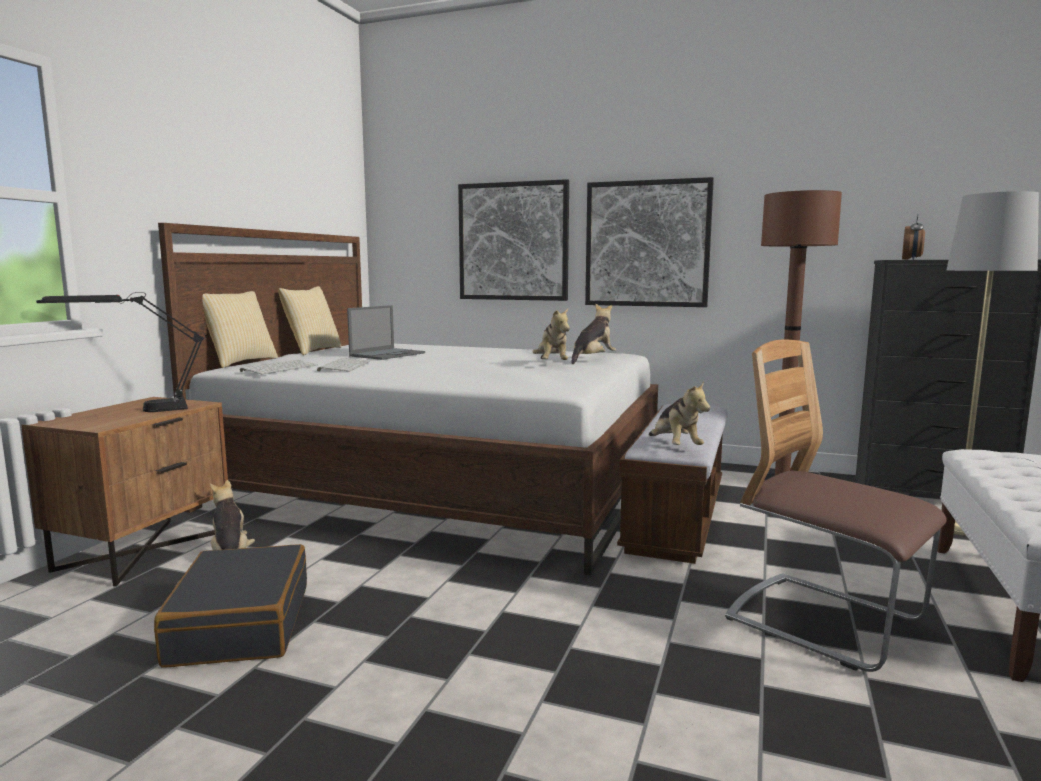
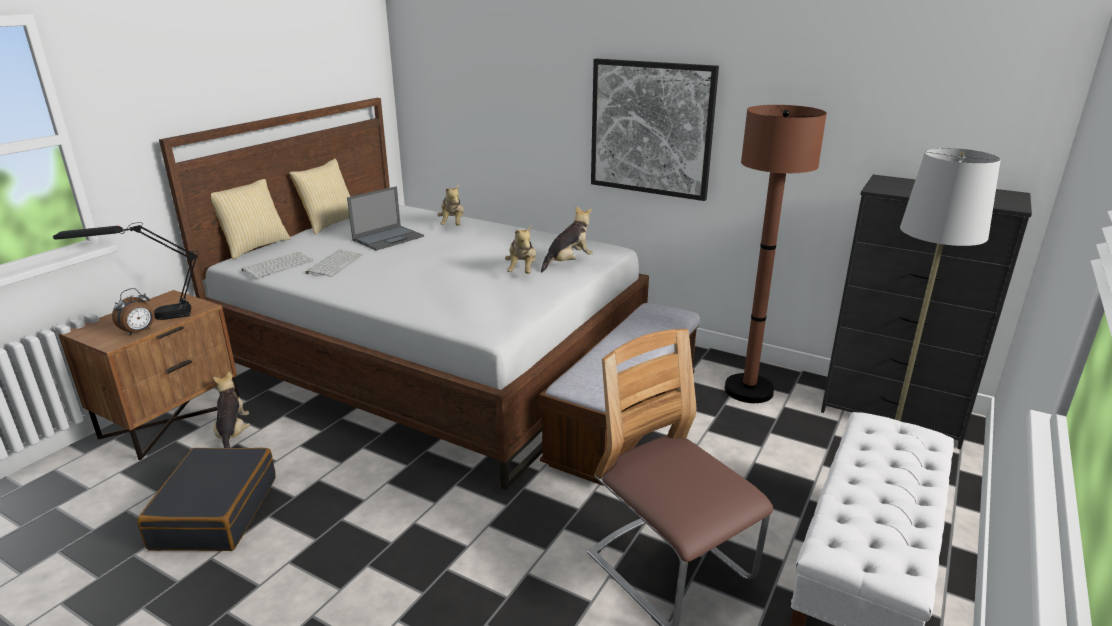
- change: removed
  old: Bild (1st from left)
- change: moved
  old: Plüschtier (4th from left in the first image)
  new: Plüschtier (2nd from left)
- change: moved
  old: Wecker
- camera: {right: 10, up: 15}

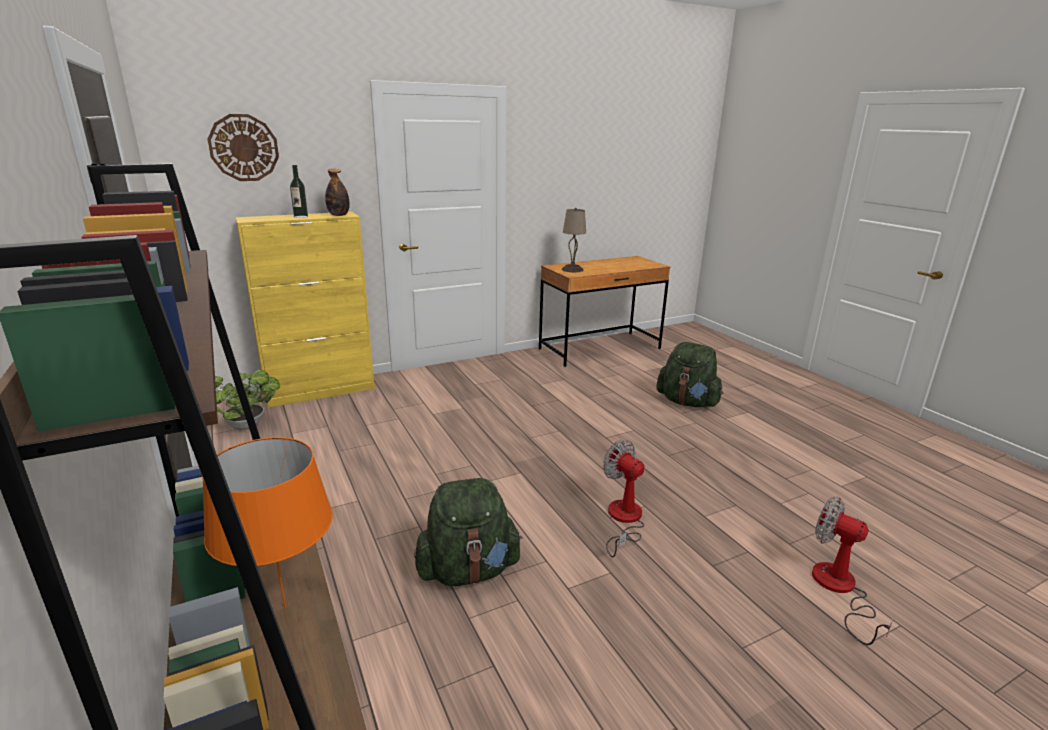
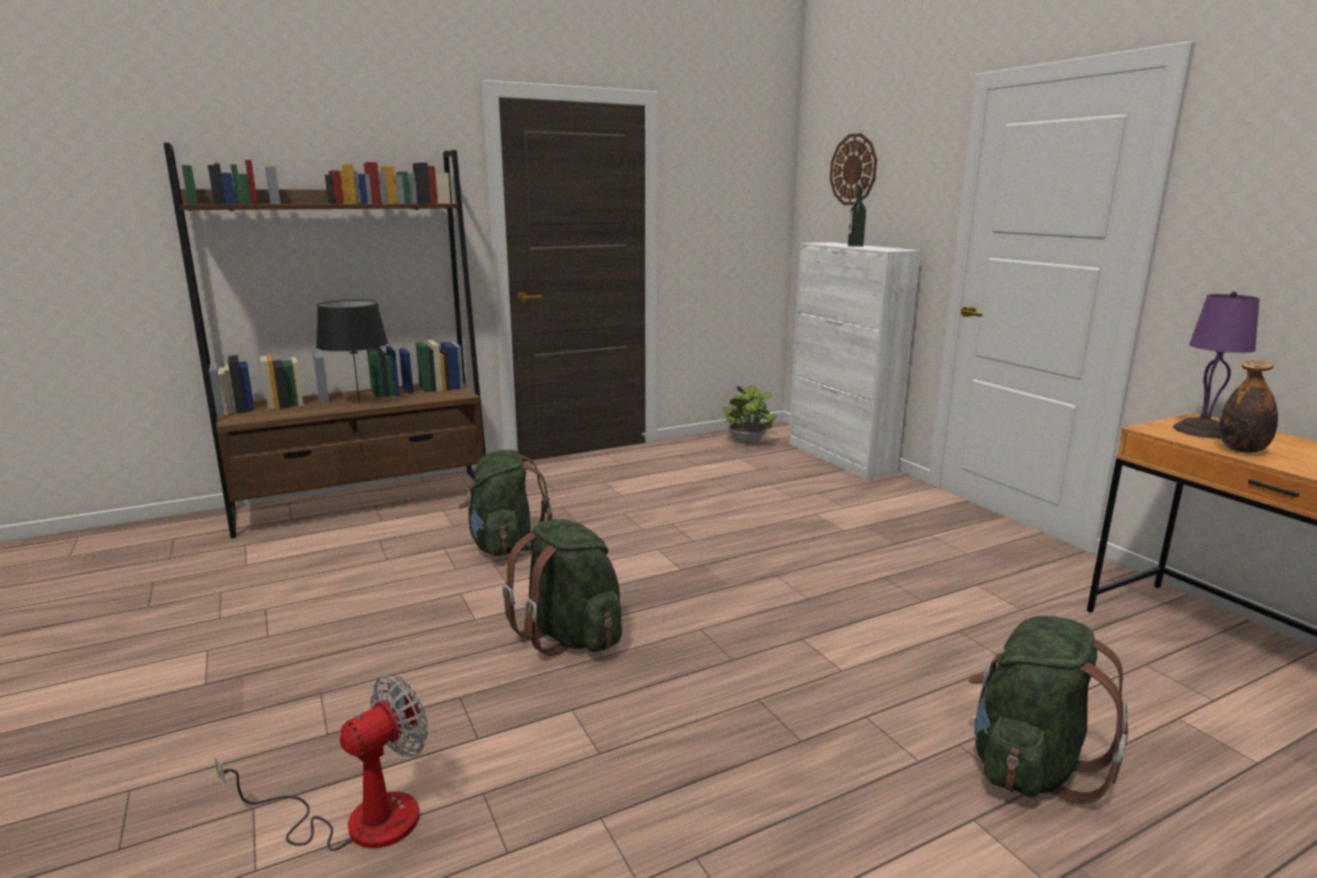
- change: recoloured
  old: Tischlampe [orange]
  new: Tischlampe [schwarz]
- change: recoloured
  old: Schrank [gelb]
  new: Schrank [weiß]
- change: moved
  old: Flasche (2nd from left)
- change: recoloured
  old: Tischlampe [beige]
  new: Tischlampe [lila]
- change: replaced
  old: Ventilator (1st from left)
  new: Rucksack [grün] (2nd from left)
- camera: {right: 90, up: -5}

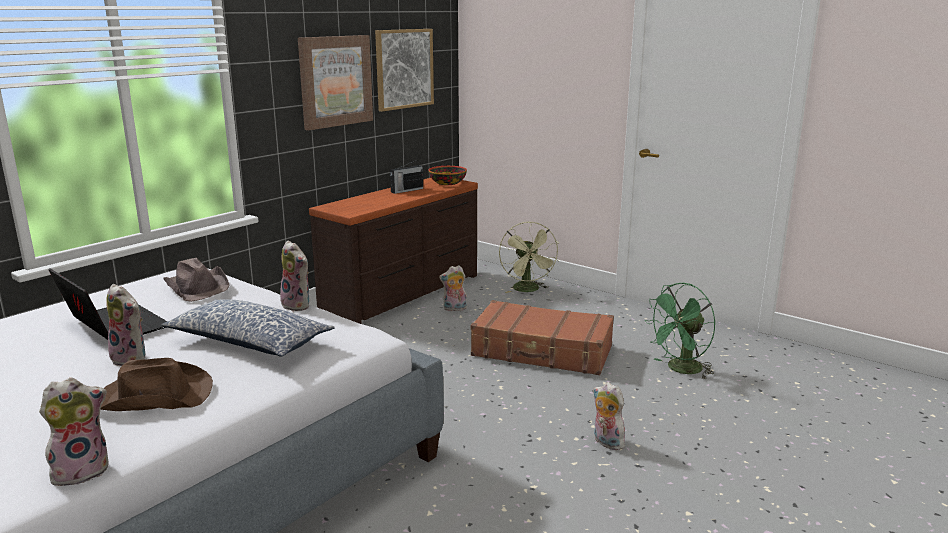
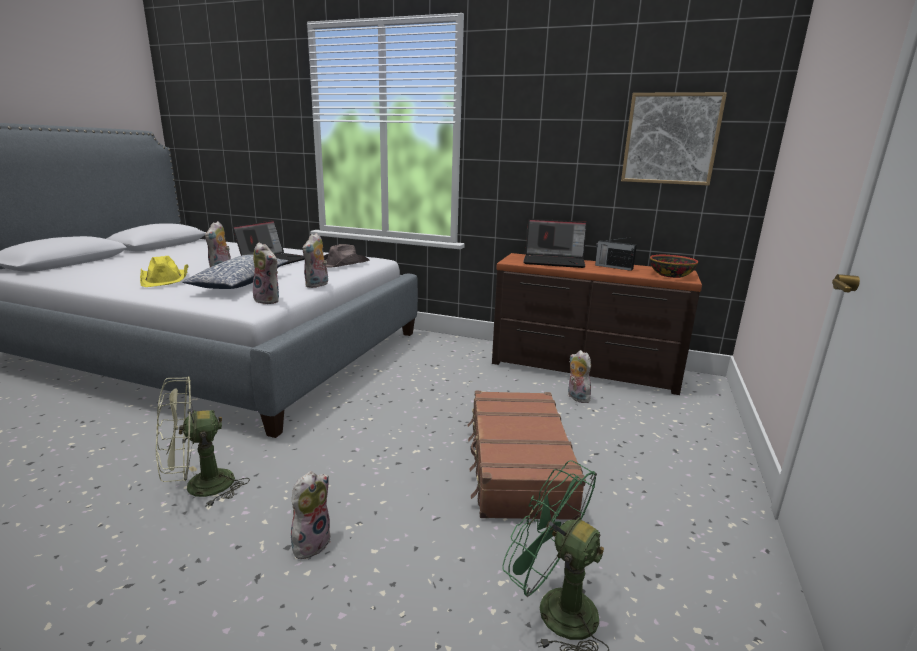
- change: moved
  old: Plüschtier (1st from left in the first image)
  new: Plüschtier (2nd from left)
- change: recoloured
  old: Hut [braun] (1st from left)
  new: Hut [gelb]
- change: removed
  old: Bild (1st from left)
- change: moved
  old: Ventilator [grün] (1st from left)
- change: added
  new: Laptop (2nd from left)
- camera: {right: 70, up: 0}

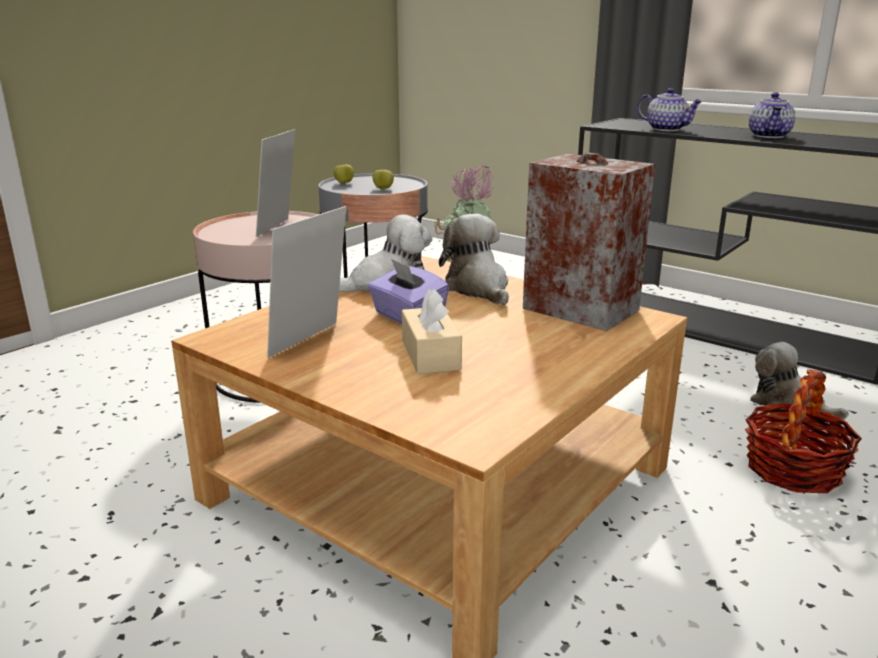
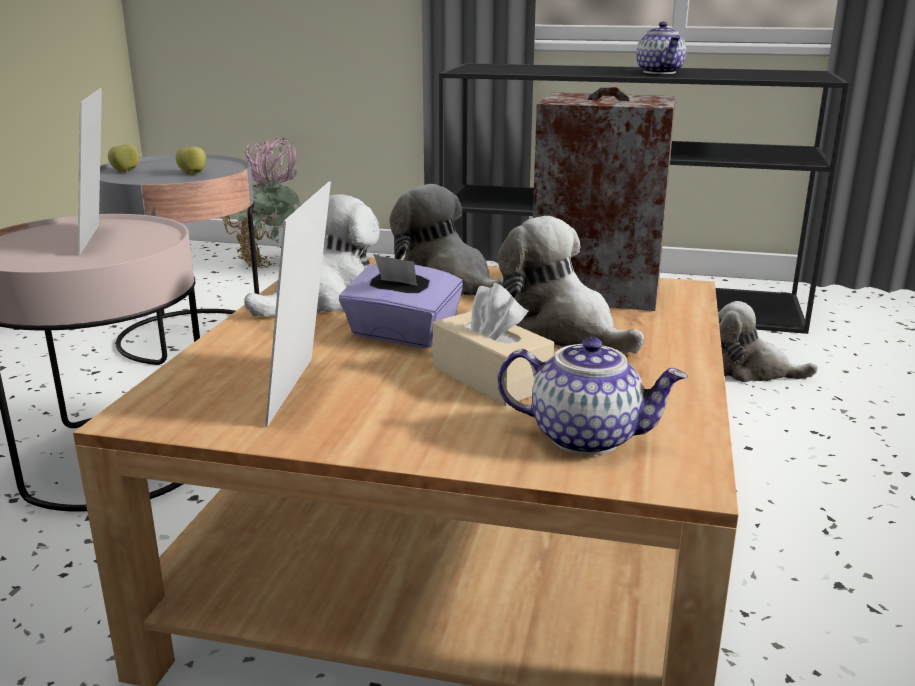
- change: moved
  old: Teekanne (1st from left)
- change: removed
  old: Korb
- change: added
  new: Plüschtier (3rd from left)
- camera: {right: -25, up: 0}

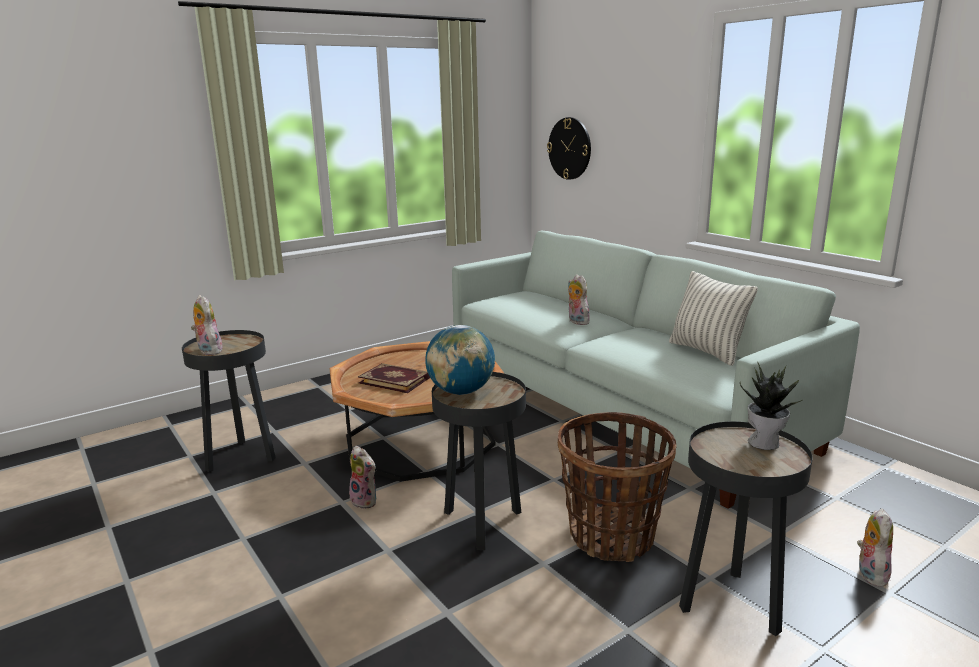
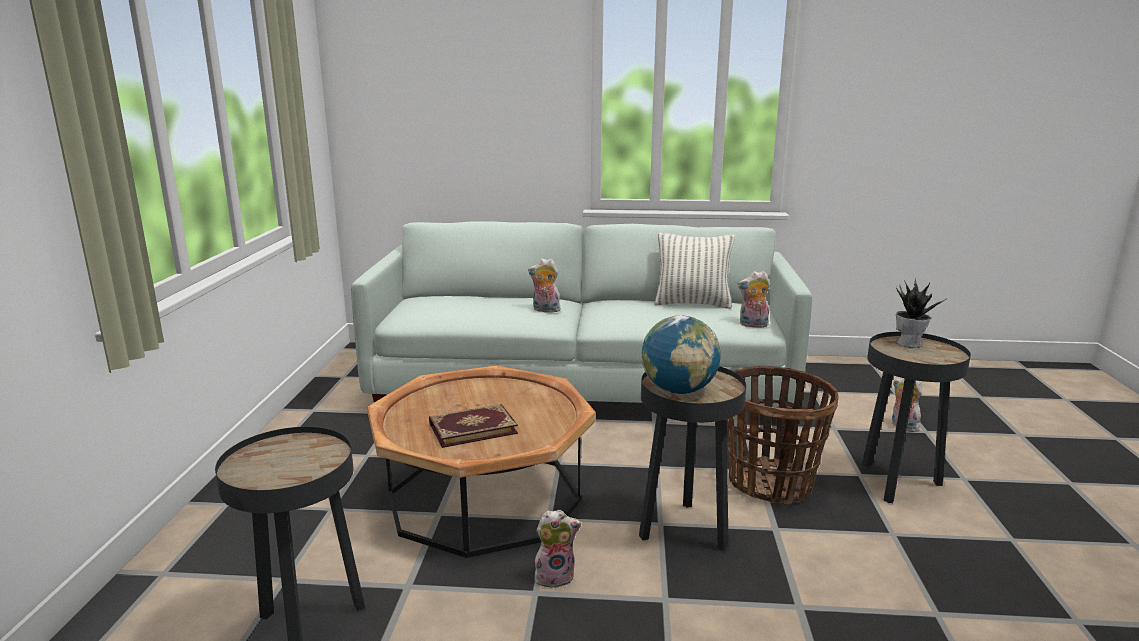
- change: moved
  old: Plüschtier (1st from left in the first image)
  new: Plüschtier (3rd from left)
- change: removed
  old: Wanduhr
- camera: {right: -50, up: 0}

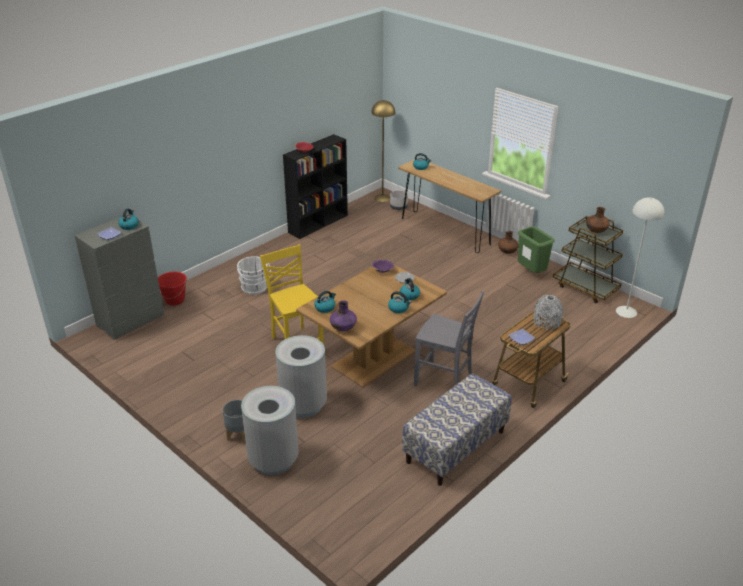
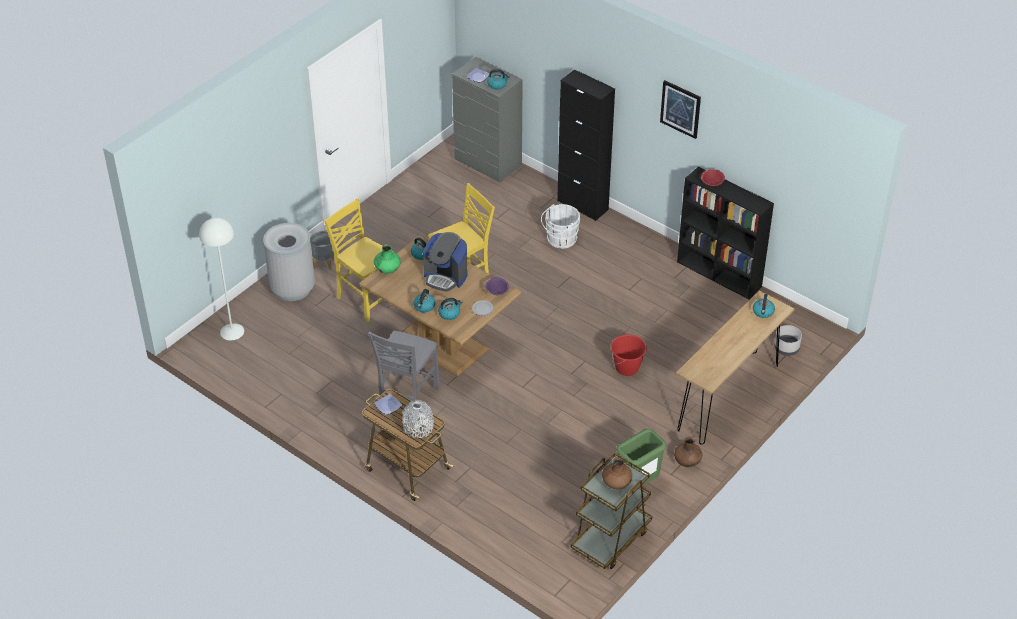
- change: moved
  old: Eimer [rot]
- change: replaced
  old: Mülleimer [grau] (2nd from left)
  new: Stuhl [gelb] (1st from left)
- change: recoloured
  old: Vase [lila]
  new: Vase [grün]
- change: removed
  old: Stehlampe [gelb]
- change: removed
  old: Bank
- change: moved
  old: Stehlampe [weiß]
- change: added
  new: Kaffeemaschine
- change: added
  new: Schrank [schwarz]
- change: added
  new: Bild
- camera: {right: 85, up: 10}

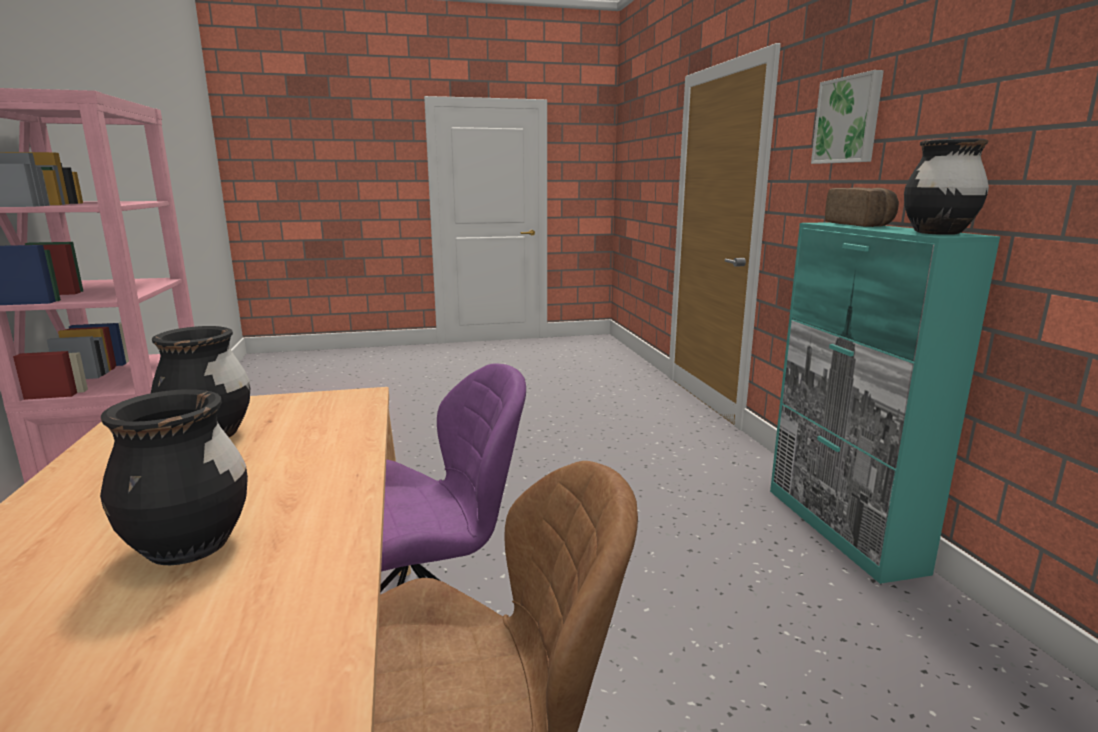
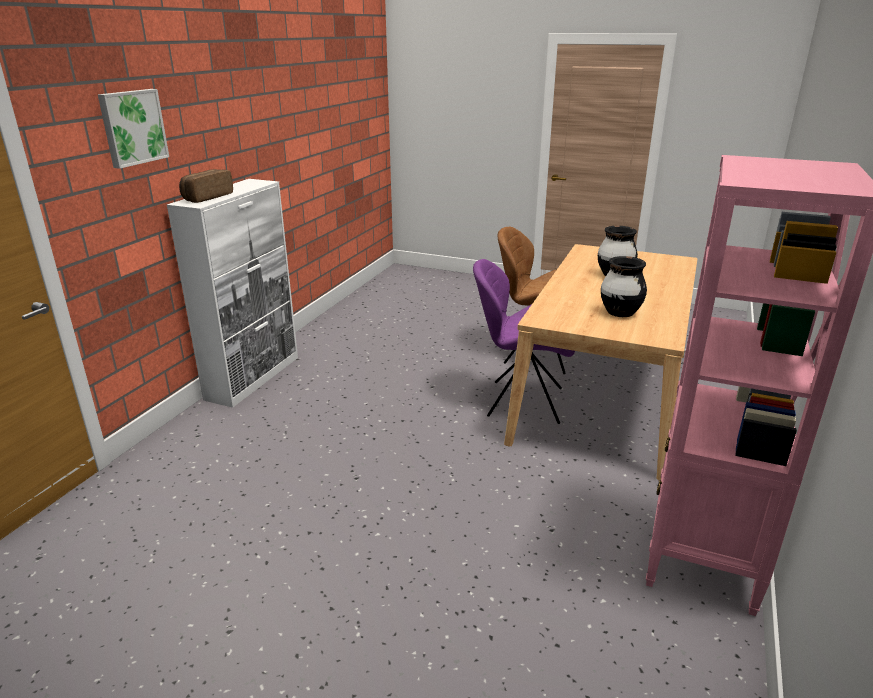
- change: recoloured
  old: Schrank [türkis]
  new: Schrank [weiß]
- change: removed
  old: Vase [schwarz] (3rd from left)
- camera: {right: -145, up: 10}

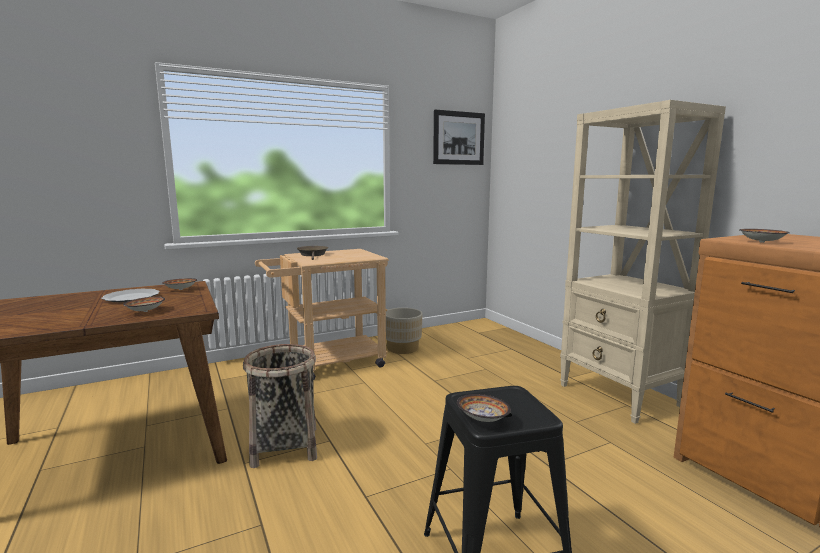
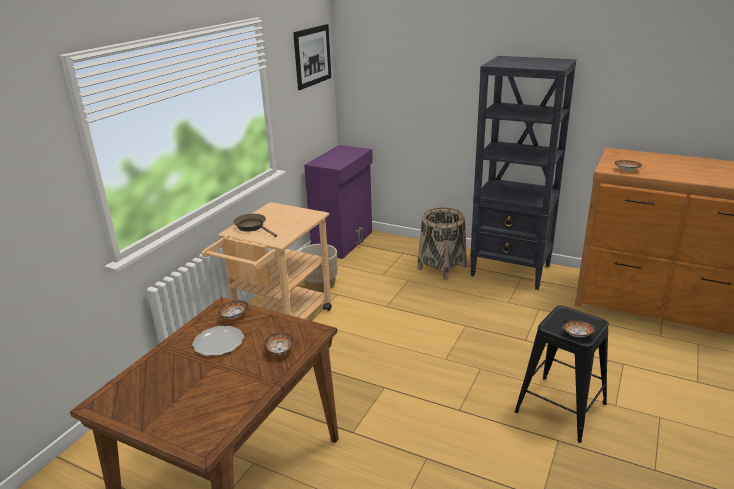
- change: moved
  old: Korb
- change: recoloured
  old: Bücherregal [beige]
  new: Bücherregal [schwarz]
- change: added
  new: Schrank [lila]
- camera: {right: -35, up: 15}

